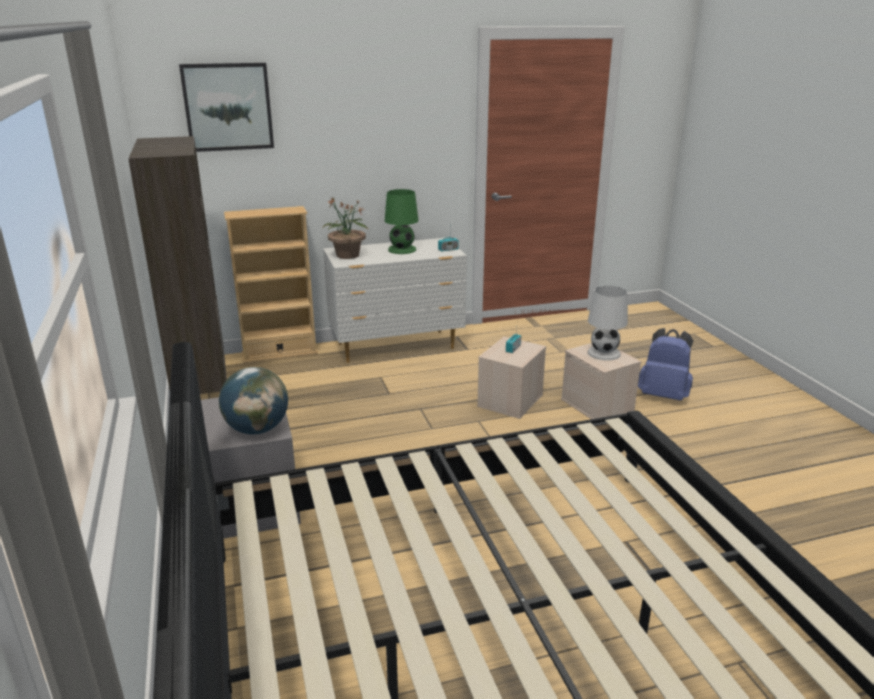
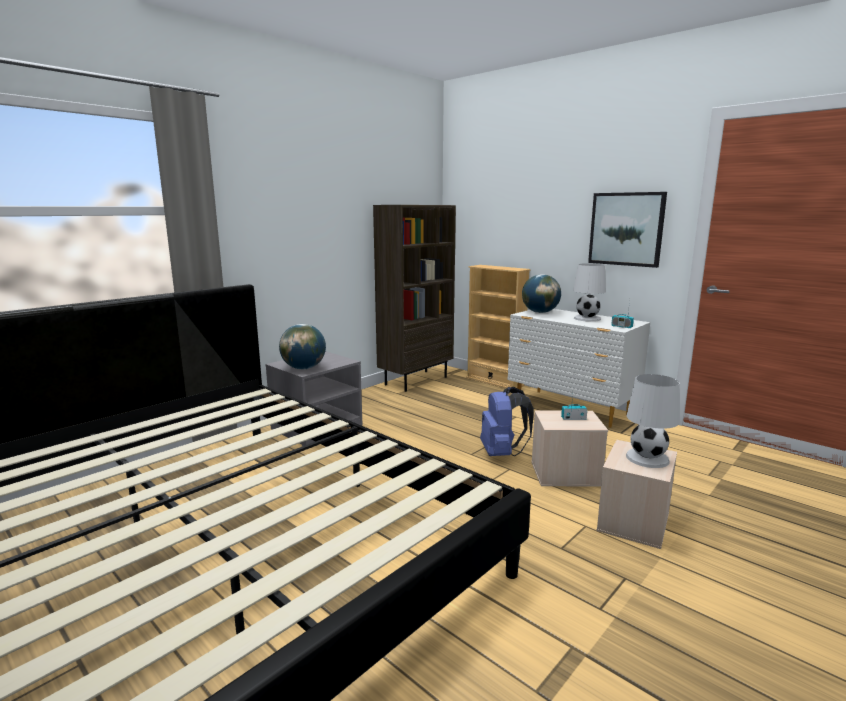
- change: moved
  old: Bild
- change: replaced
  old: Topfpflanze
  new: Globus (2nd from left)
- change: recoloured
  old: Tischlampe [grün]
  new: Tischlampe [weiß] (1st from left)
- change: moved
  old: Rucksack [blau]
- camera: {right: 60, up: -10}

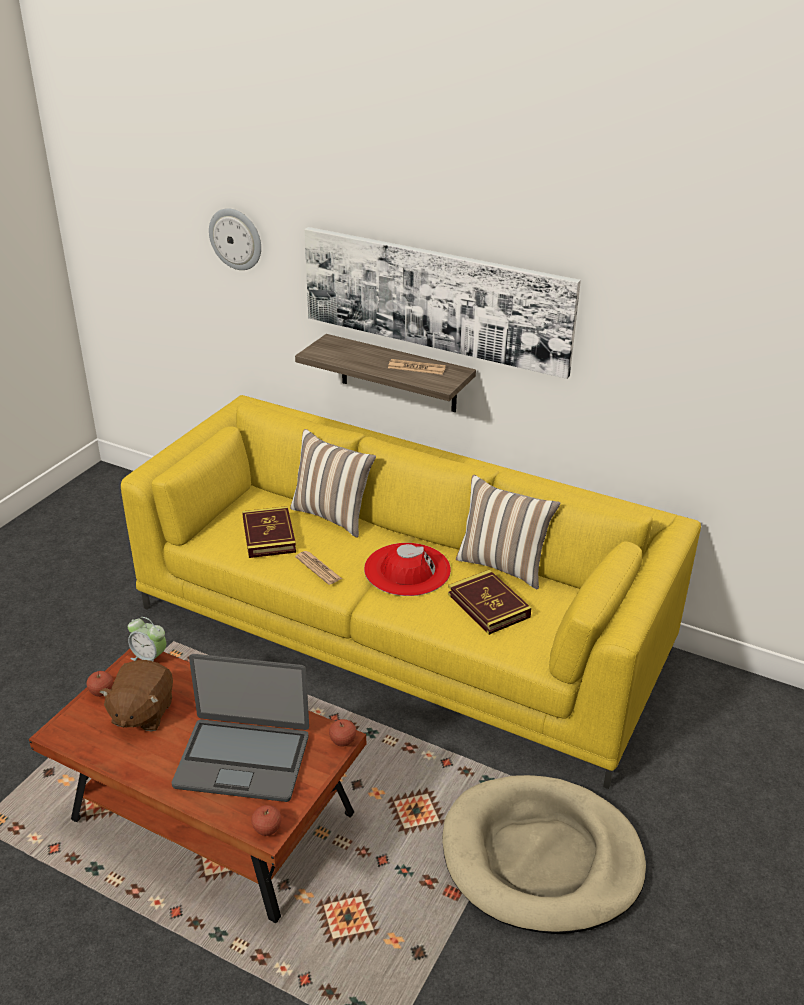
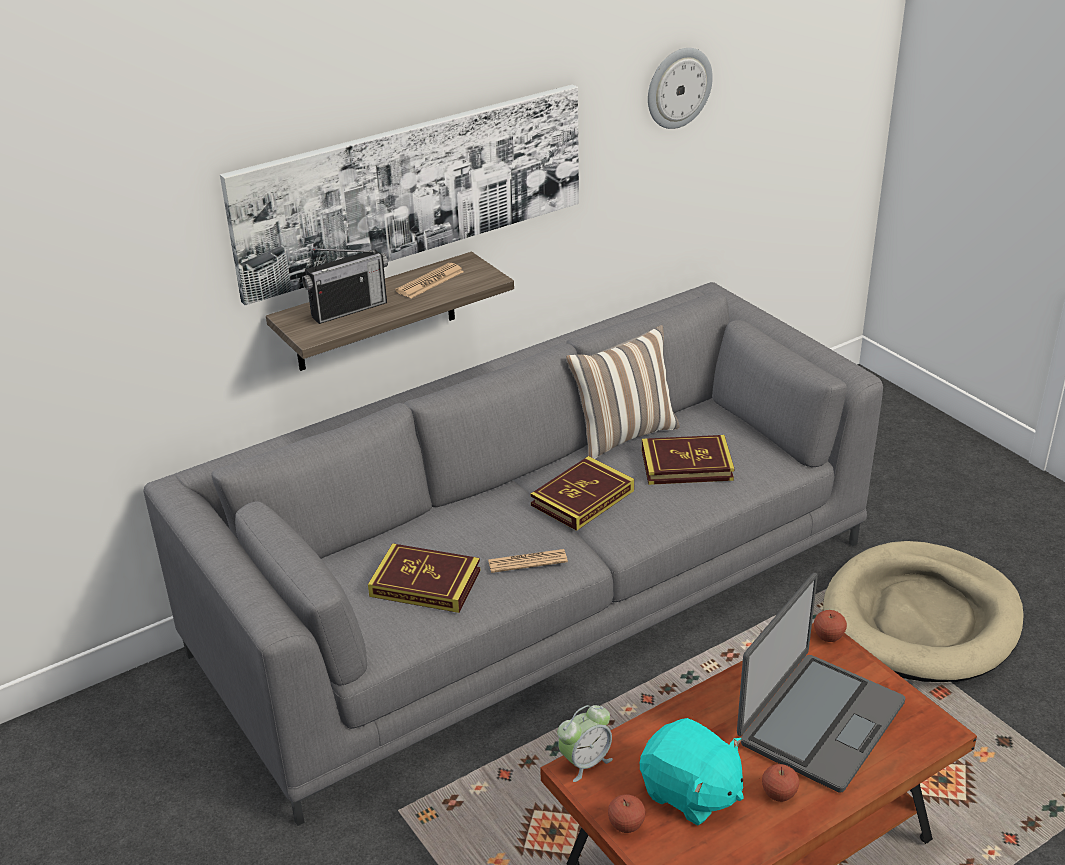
- change: recoloured
  old: Plüschtier [braun]
  new: Plüschtier [türkis]
- change: recoloured
  old: Sofa [gelb]
  new: Sofa [grau]
- change: moved
  old: Wanduhr
- change: moved
  old: Apfel (2nd from left)
- change: removed
  old: Kissen (1st from left)
- change: replaced
  old: Hut [rot]
  new: Buch (2nd from left)
- change: added
  new: Radio
- camera: {right: -60, up: 0}

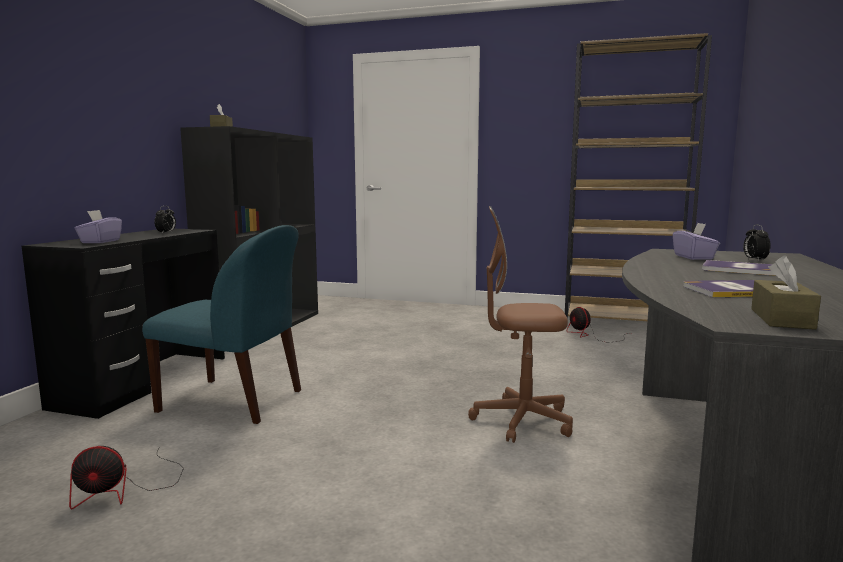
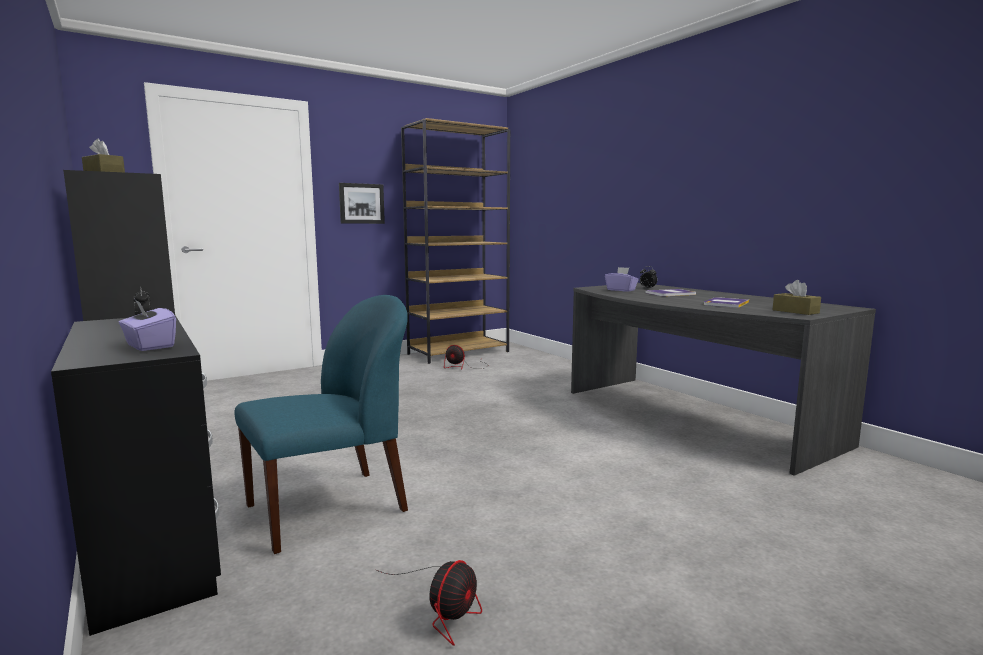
- change: removed
  old: Bürostuhl [braun]
- change: added
  new: Bild
- camera: {right: -50, up: 0}

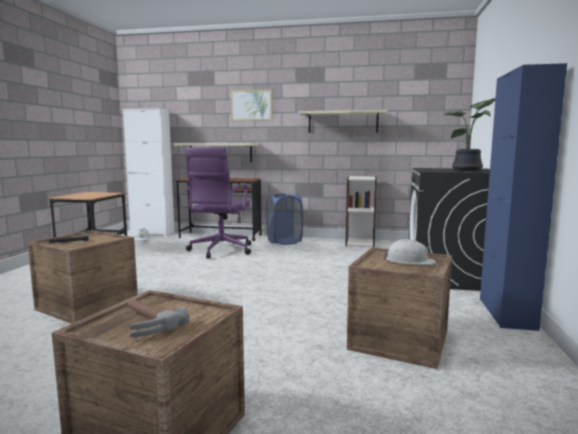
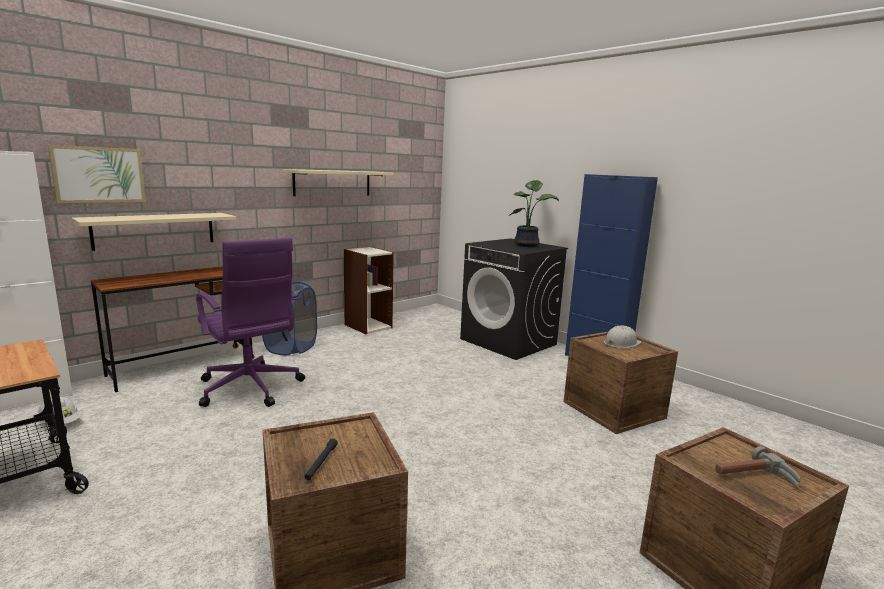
- change: moved
  old: Bild
- camera: {right: -55, up: 5}

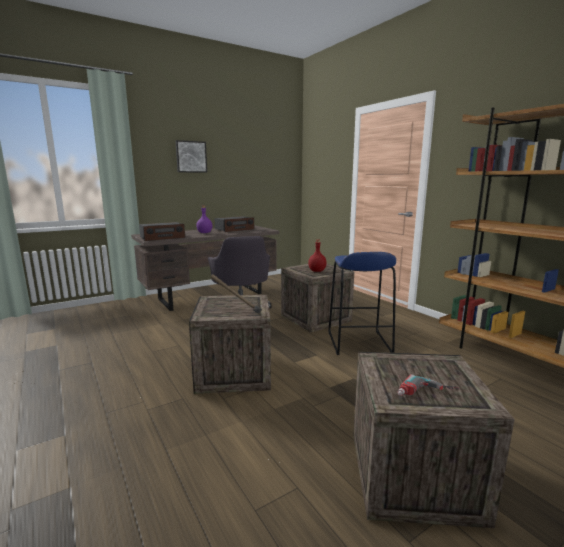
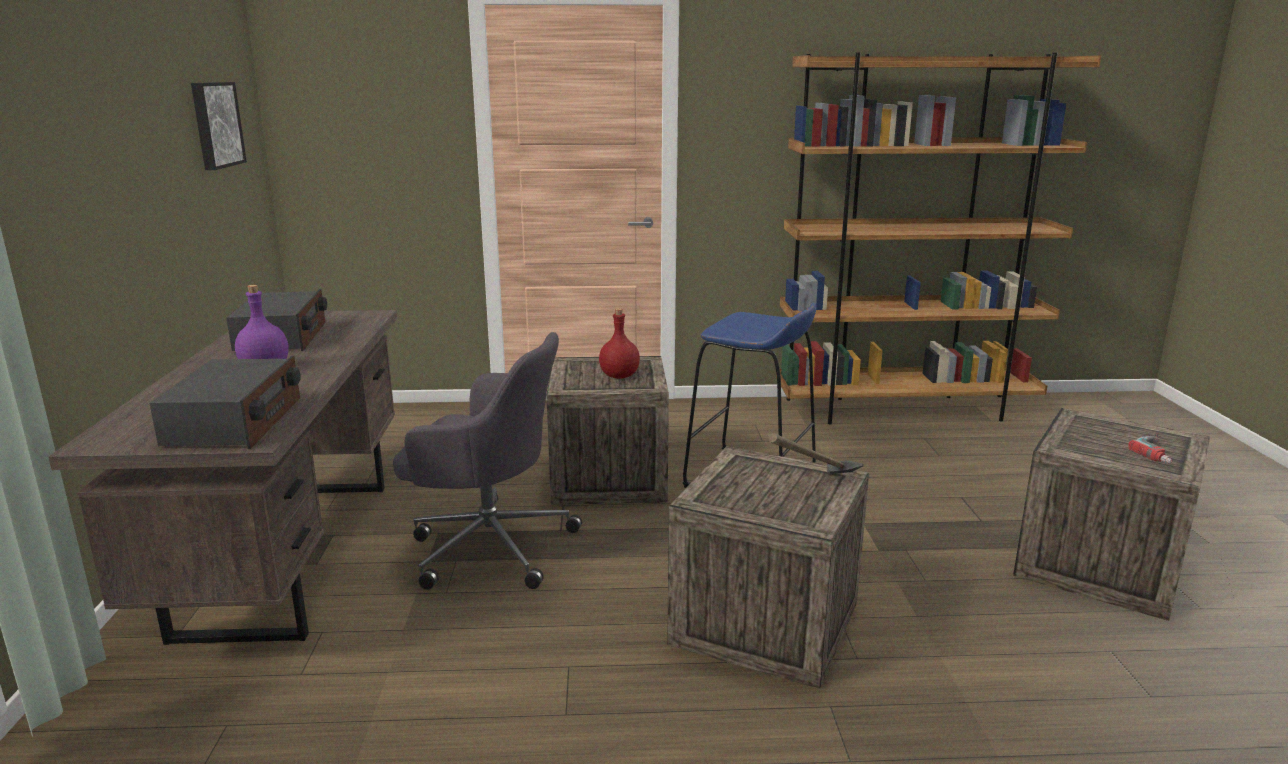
- change: moved
  old: Bild
- camera: {right: -60, up: 5}

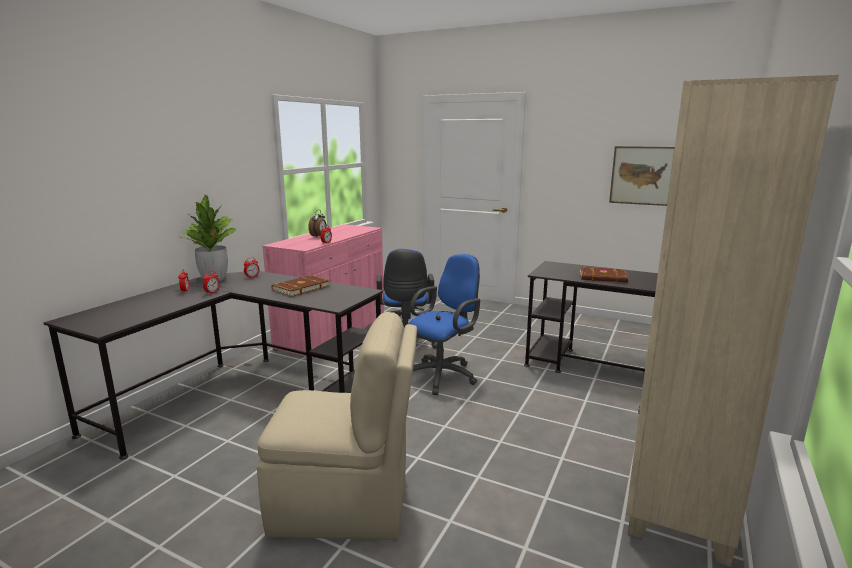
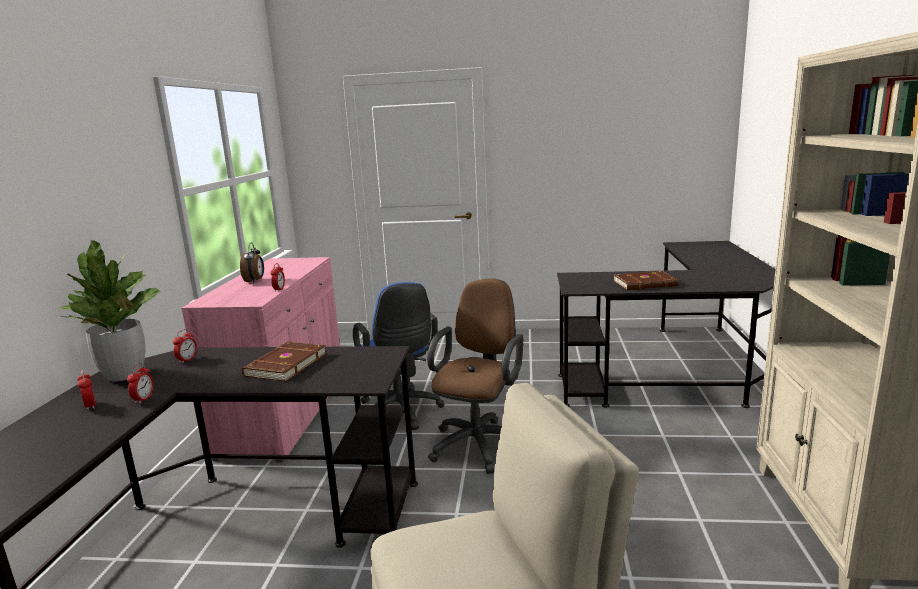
- change: recoloured
  old: Bürostuhl [blau] (2nd from left)
  new: Bürostuhl [braun]
- change: removed
  old: Bild
- camera: {right: -20, up: 0}

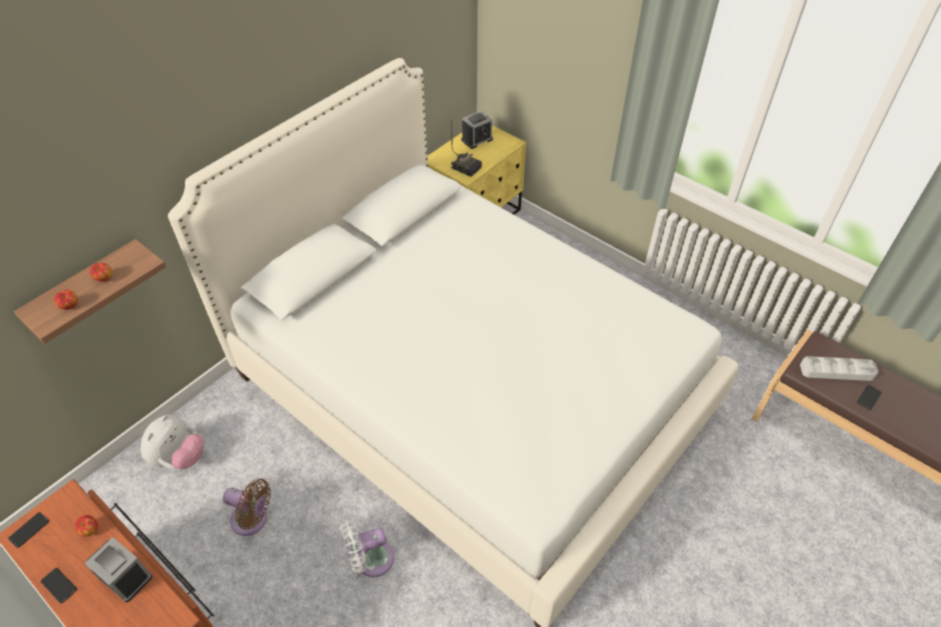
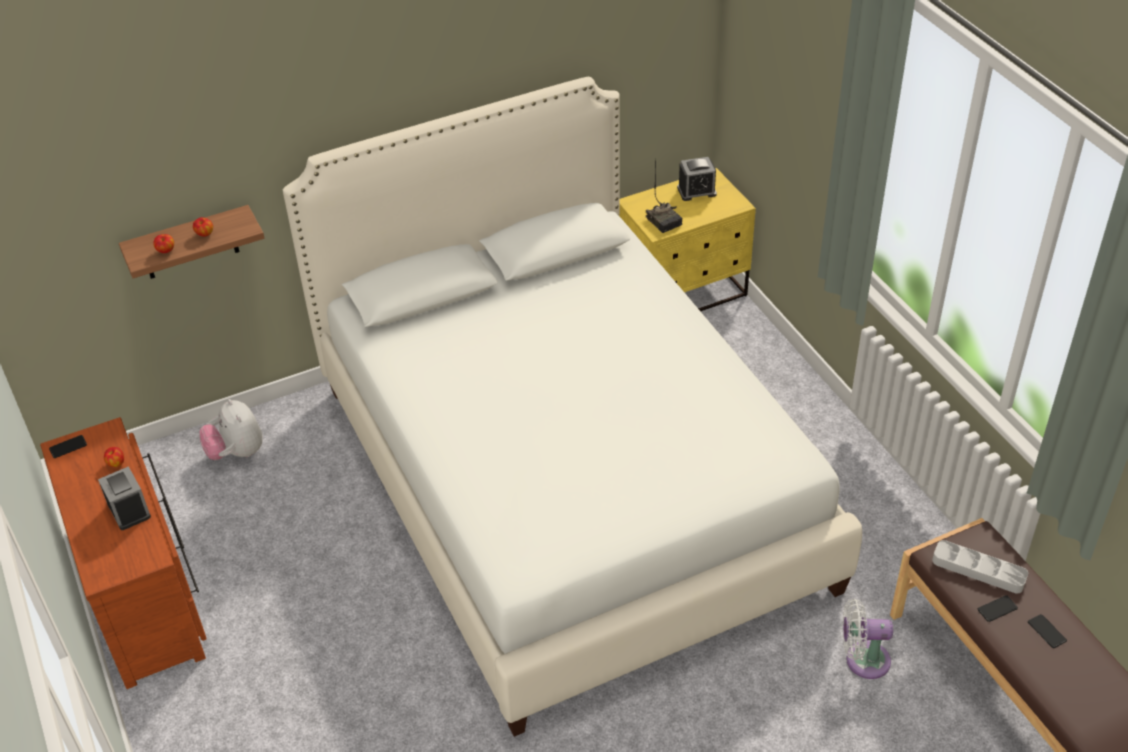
- change: moved
  old: Handy (2nd from left in the first image)
  new: Handy (3rd from left)
- change: turned
  old: Plüschtier
  degrees: 105
- change: removed
  old: Ventilator [braun]
- change: moved
  old: Ventilator [weiß]
- camera: {right: 25, up: -5}

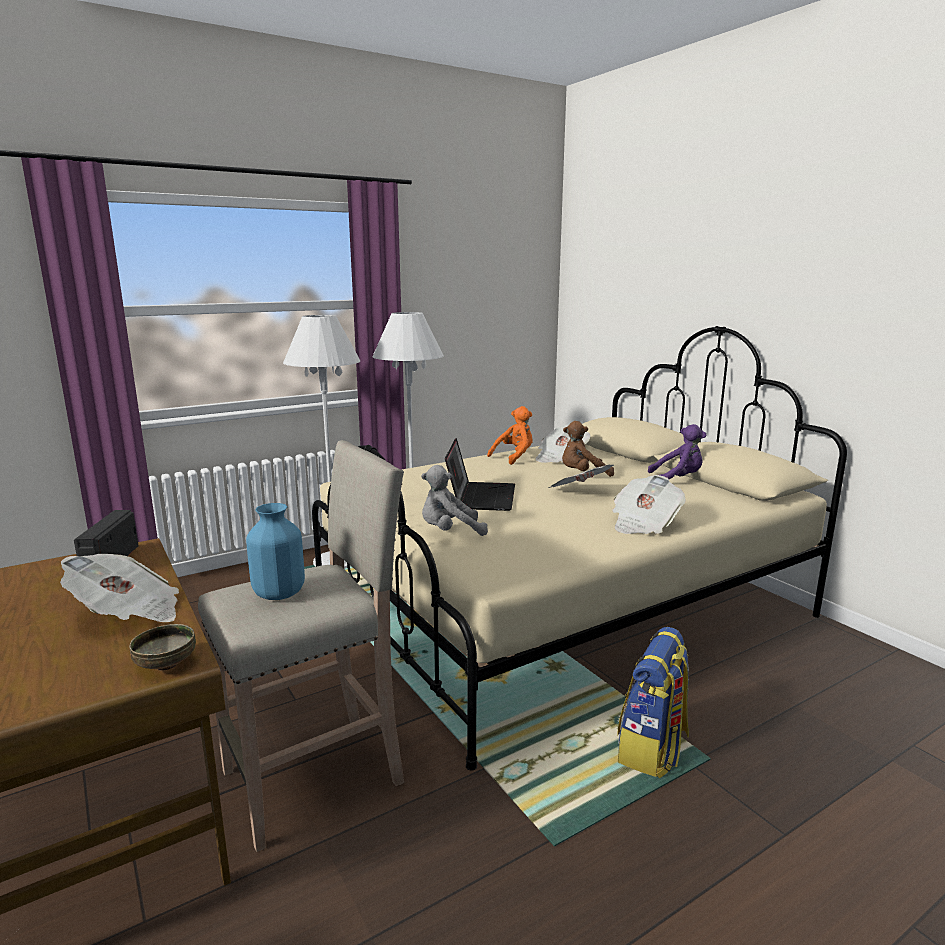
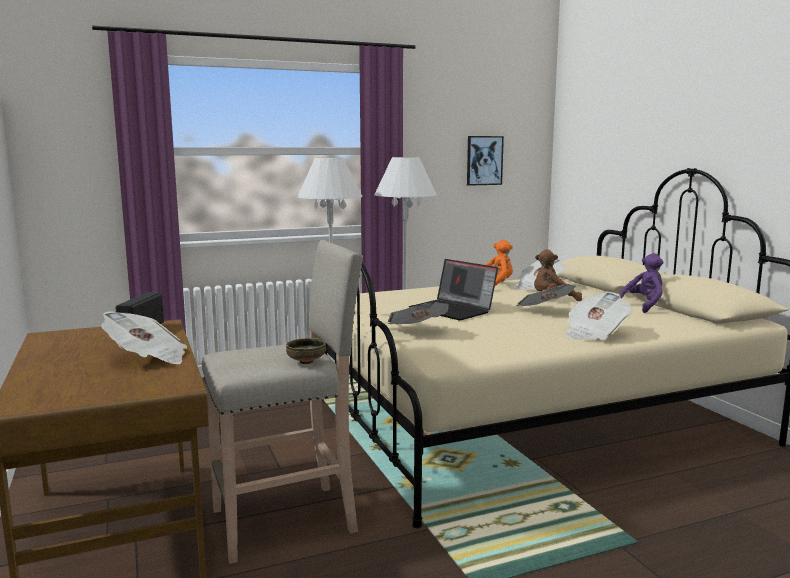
- change: moved
  old: Schüssel
- change: removed
  old: Vase [blau]
- change: replaced
  old: Plüschtier [grau]
  new: Zeitung (2nd from left)
- change: turned
  old: Laptop
  degrees: 120
- change: removed
  old: Rucksack
- change: turned
  old: Plüschtier [lila]
  degrees: -45
- change: added
  new: Bild
- camera: {right: 10, up: -5}

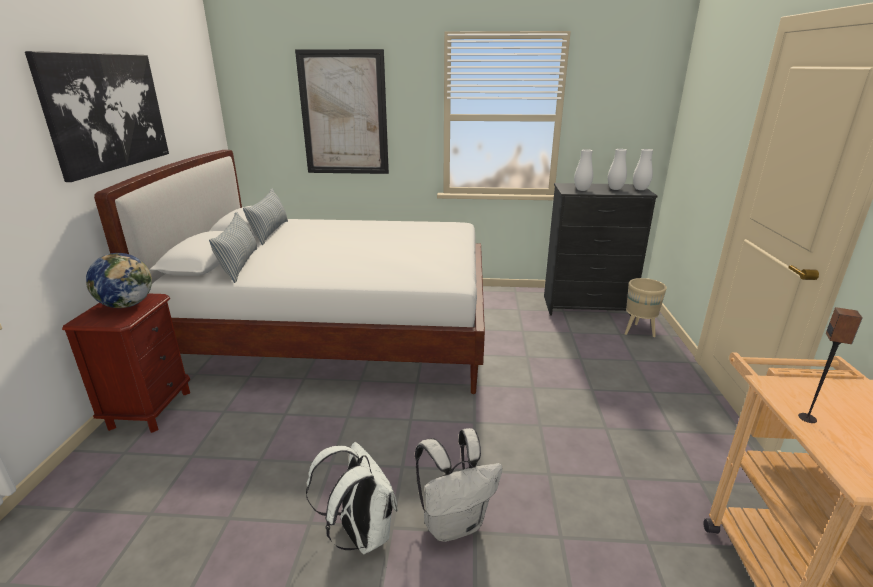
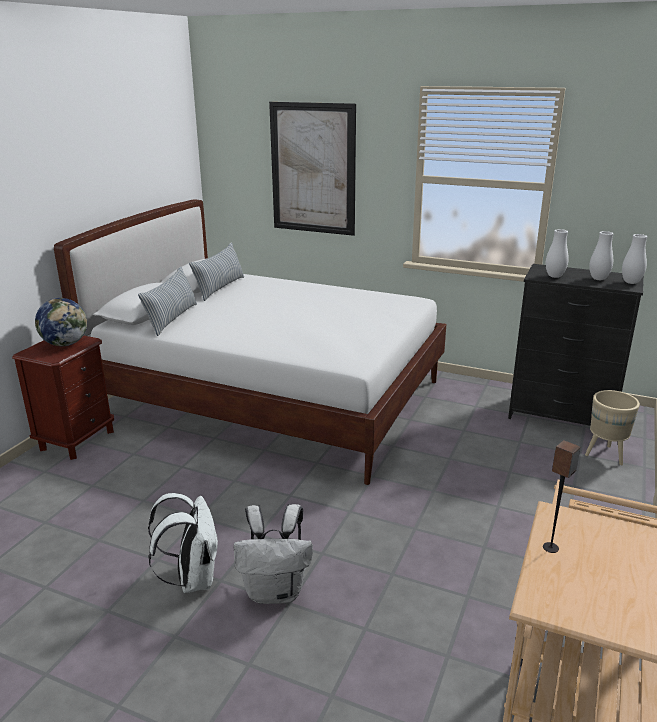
- change: removed
  old: Bild (1st from left)
- camera: {right: 20, up: 0}

